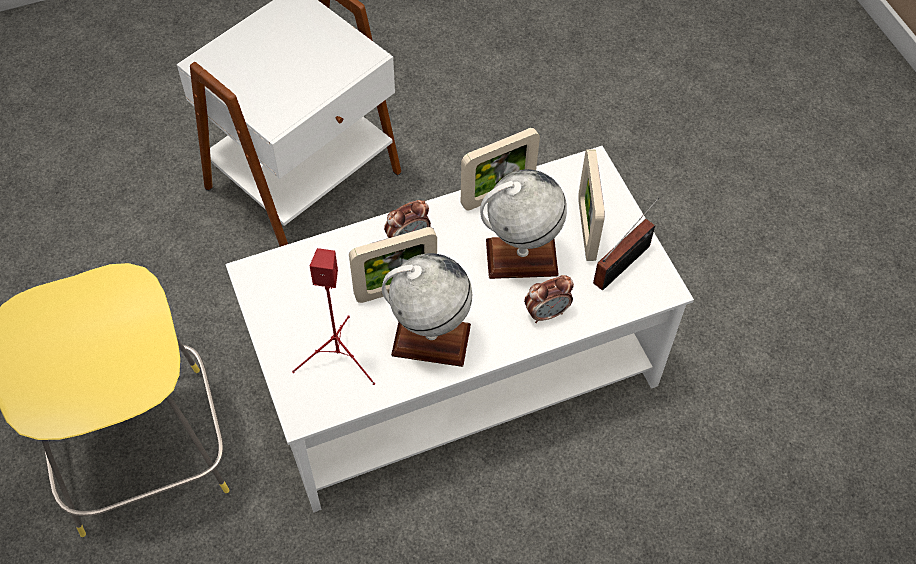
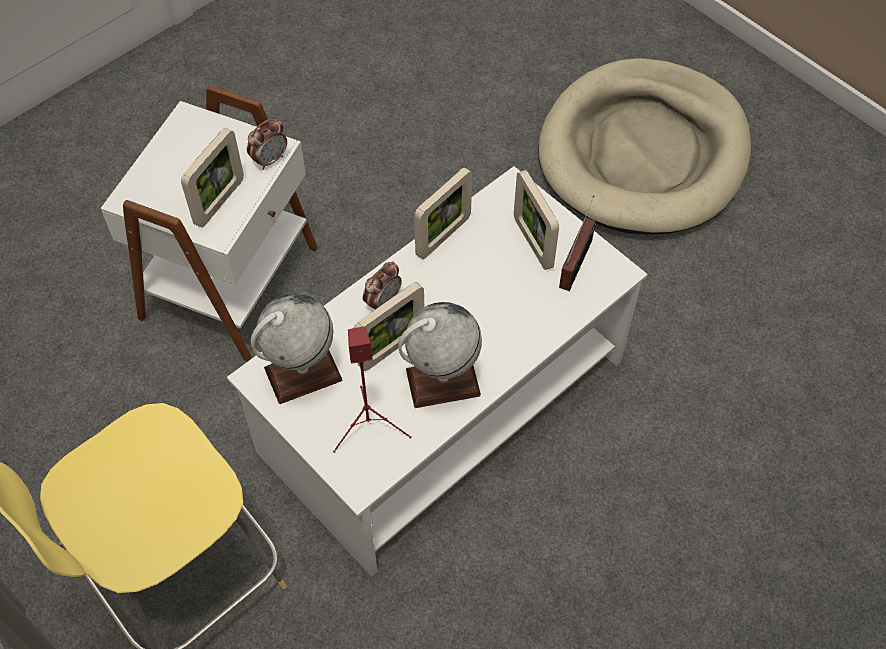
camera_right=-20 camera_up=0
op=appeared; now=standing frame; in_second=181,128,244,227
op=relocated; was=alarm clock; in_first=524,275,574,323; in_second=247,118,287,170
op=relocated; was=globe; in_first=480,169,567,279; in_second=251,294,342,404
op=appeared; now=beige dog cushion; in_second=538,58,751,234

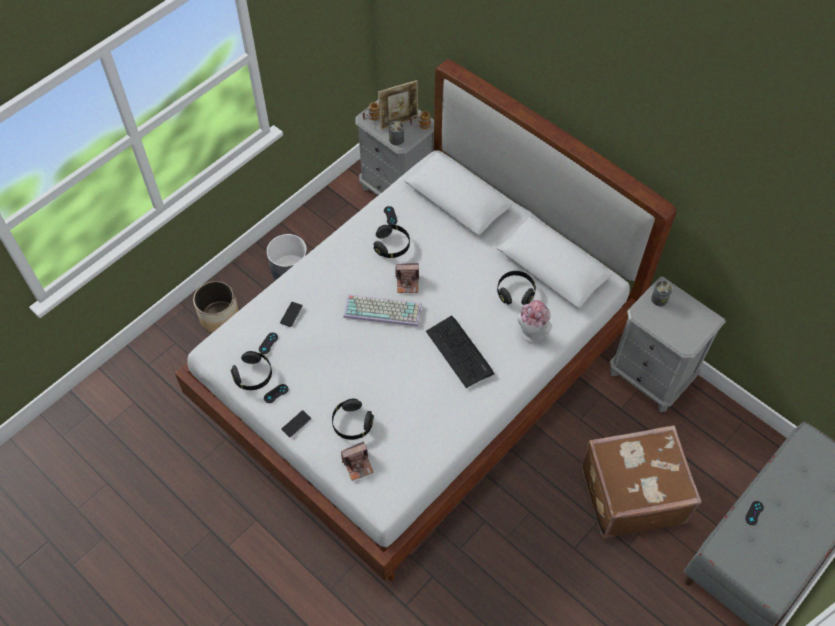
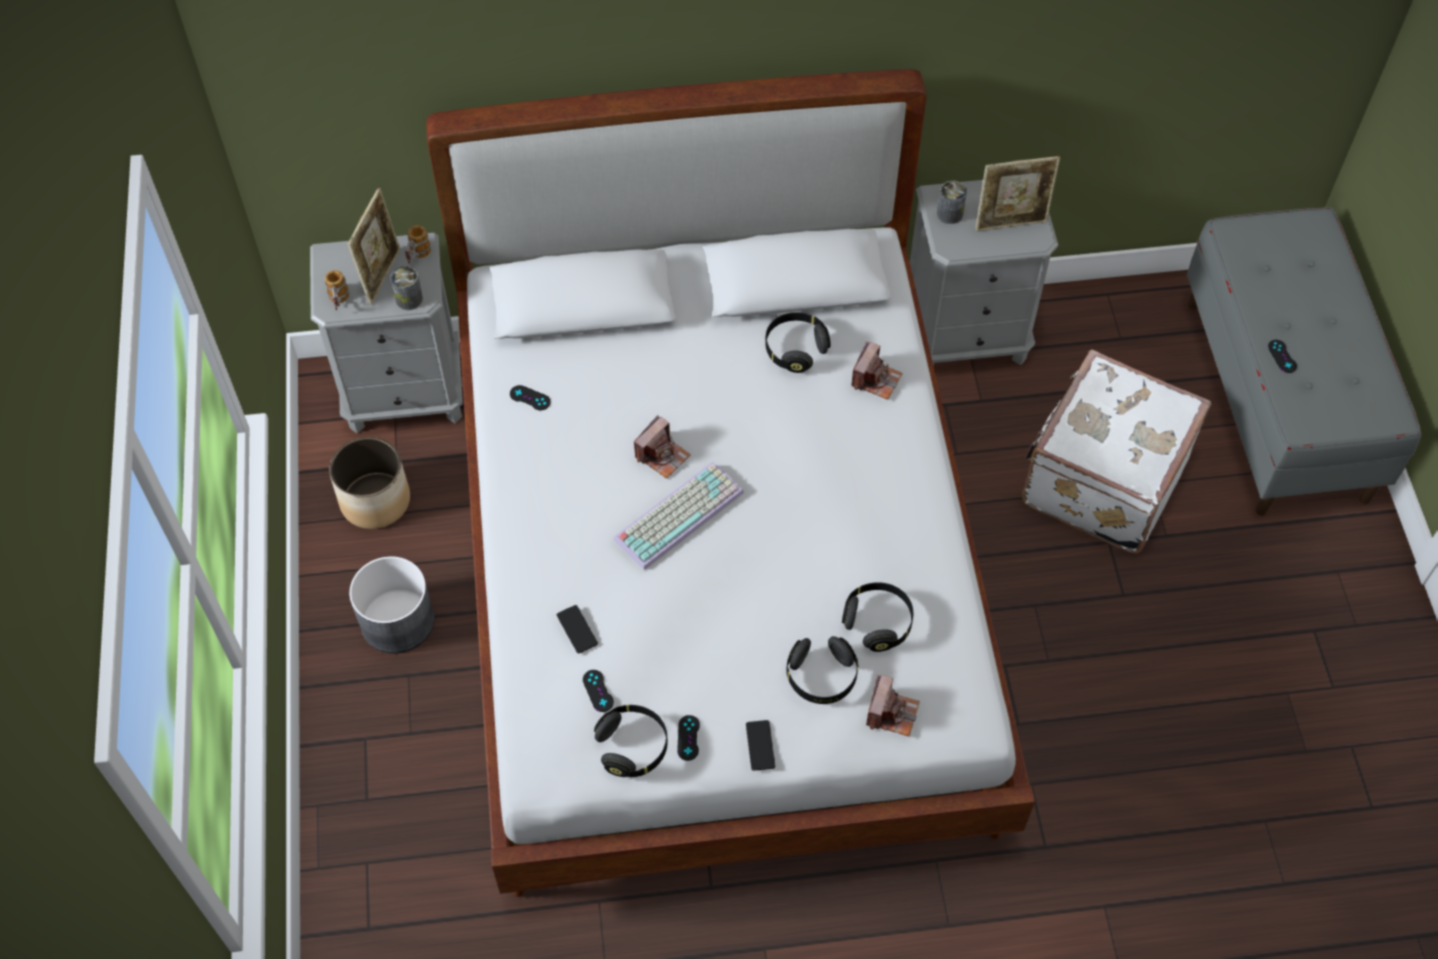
camera_right=-50 camera_up=0
op=relocated; was=plant pot; in_first=193,281,239,333; in_second=329,437,410,529
op=relocated; was=black pair of headphones; in_first=374,224,410,258; in_second=842,582,913,652
op=exchanged; was=clothing hat; now=photo camera; in_first=517,300,552,343; in_second=851,341,903,400
op=appeared; now=standing frame; in_second=975,156,1060,231
op=colour; was=brownish piece of luggage; now=white-coloured piece of luggage; in_first=582,425,701,539; in_second=1022,349,1211,553
op=missing; was=keyboard; in_first=426,315,494,388

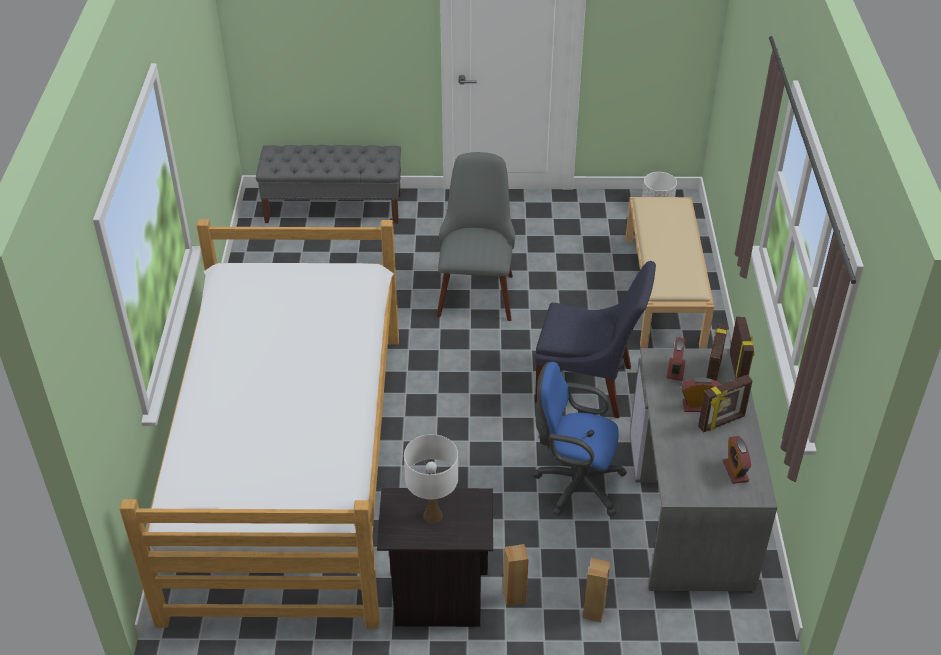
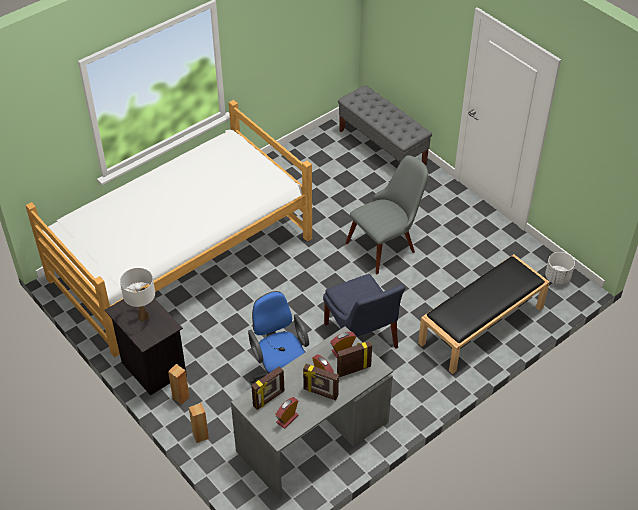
camera_right=50 camera_up=5
op=relocated; was=standing frame; in_first=729,317,755,379; in_second=251,366,284,410
op=colour; was=beige long seat; now=black long seat; in_first=625,197,714,349; in_second=418,254,550,374

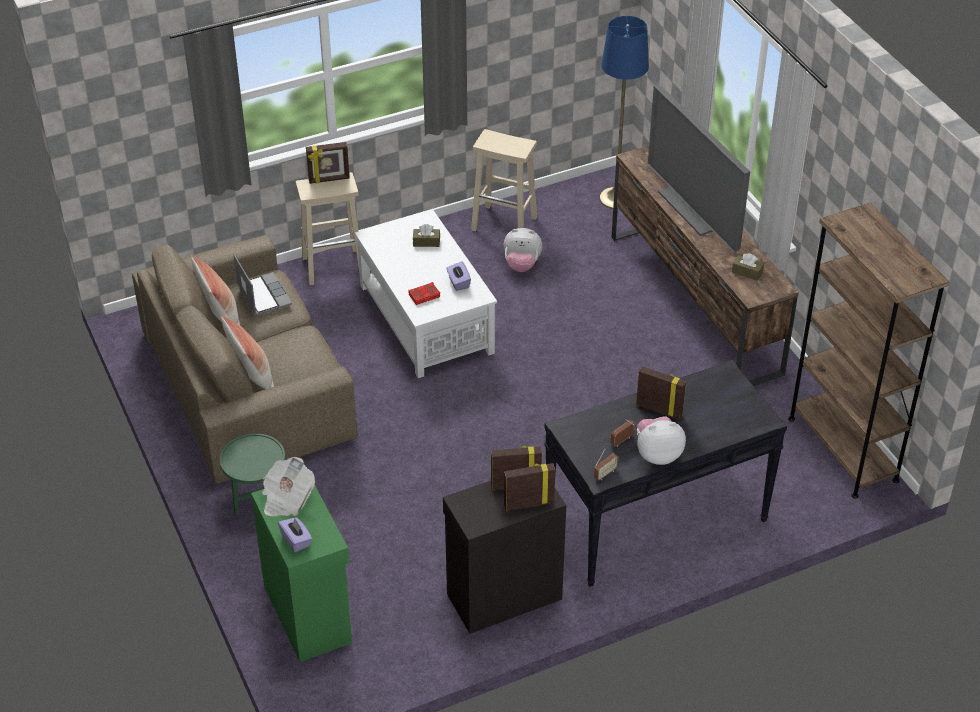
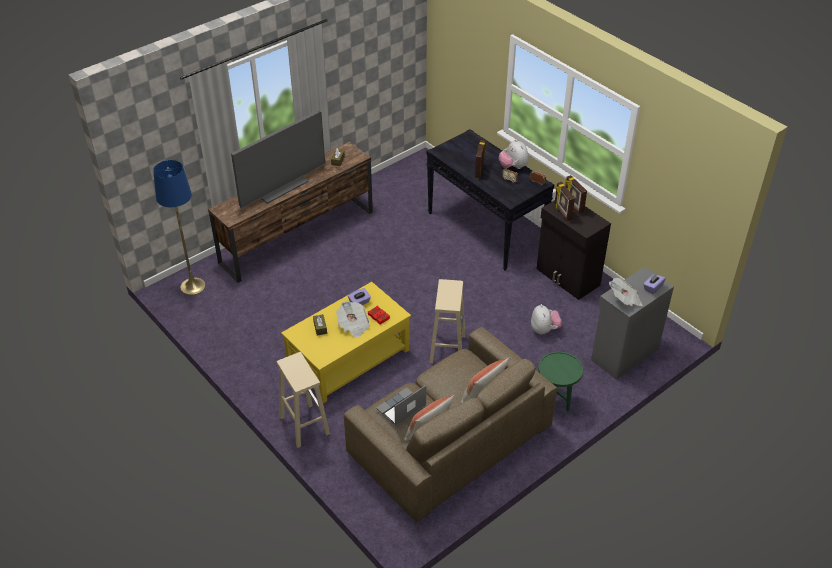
camera_right=-105 camera_up=0
op=colour; was=white-coloured low table; now=yellow-coloured low table; in_first=355,210,497,378; in_second=281,282,411,403
op=appeared; now=newspaper; in_second=336,301,370,338
op=relocated; was=beige stool; in_first=471,129,537,231; in_second=429,279,465,363
op=relocated; was=cuddly toy; in_first=504,228,542,272; in_second=531,304,562,335
op=colour; was=greenish cabinet; now=grey cabinet; in_first=251,485,352,662; in_second=591,267,674,380
op=missing; was=standing frame; in_first=306,142,350,184
op=missing; was=brownish bookcase; in_first=788,203,949,499

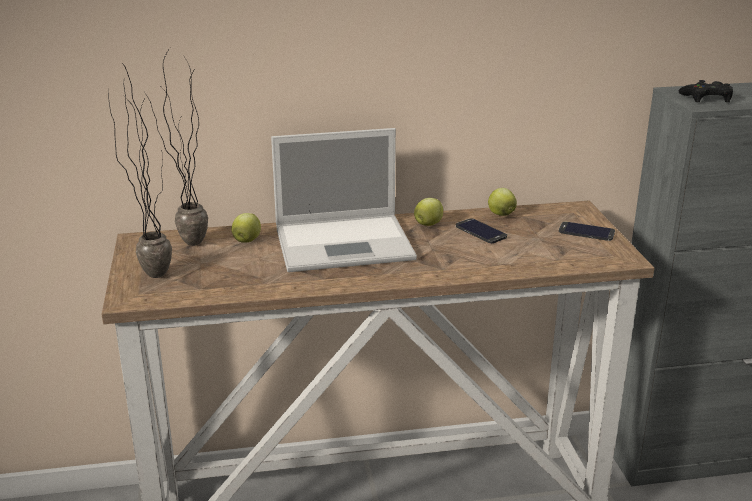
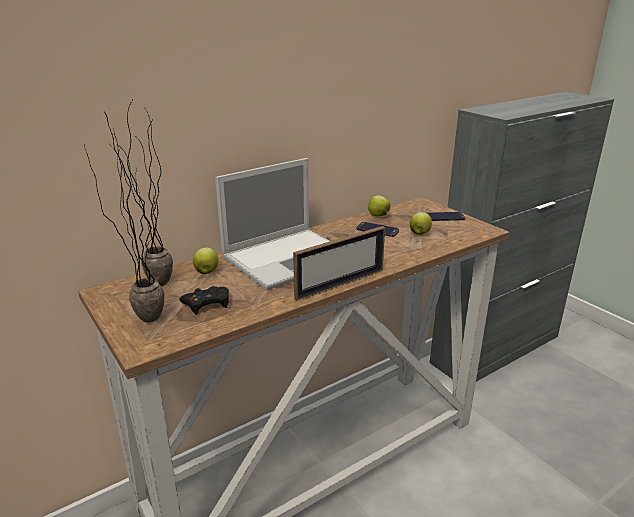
camera_right=-25 camera_up=0
op=relocated; was=black gamepad; in_first=678,80,733,102; in_second=179,286,229,315
op=appeared; now=standing frame; in_second=293,226,385,301
op=relocated; was=apple fruit; in_first=414,198,443,226; in_second=410,212,432,235

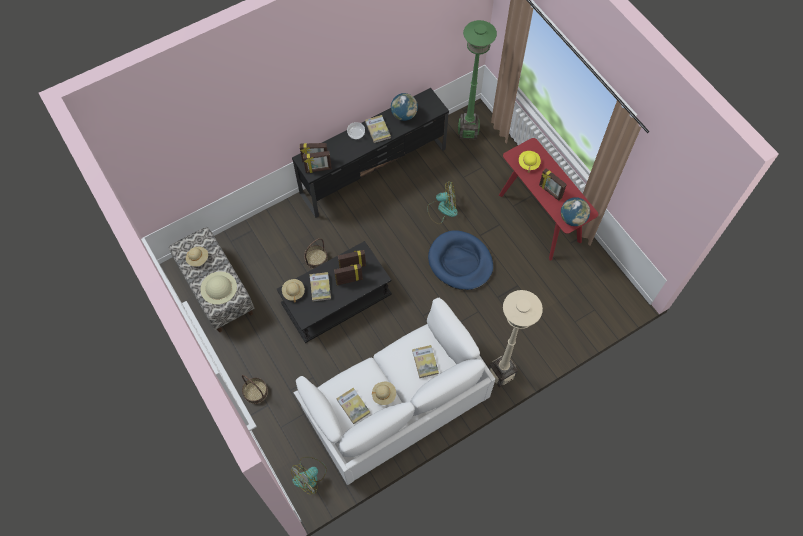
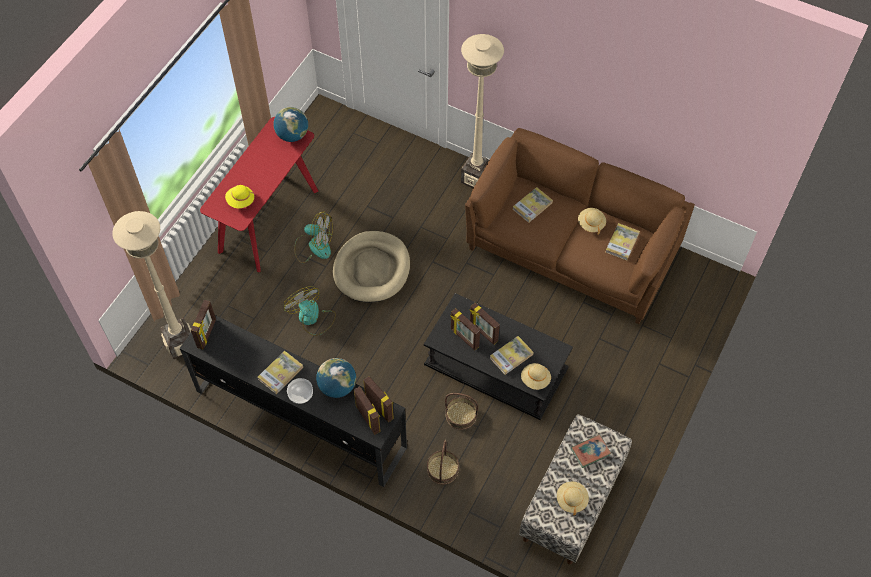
camera_right=-120 camera_up=-5
op=colour; was=greenish standing lamp; now=beige standing lamp; in_first=458,20,497,140; in_second=112,211,192,359
op=relocated; was=standing frame; in_first=539,168,567,201; in_second=191,300,216,349
op=relocated; was=fan; in_first=291,457,327,495; in_second=294,211,333,263
op=relocated; was=globe; in_first=391,93,418,121; in_second=316,358,356,398
op=colour; was=blue-coloured dog cushion; now=beige dog cushion; in_first=428,230,493,290; in_second=333,231,410,303
op=relocated; was=storage basket; in_first=242,375,268,404; in_second=427,440,459,484
op=colour; was=white-coloured couch; now=brownish couch; in_first=294,298,495,485; in_second=465,128,695,324
op=exchanged; was=beige clothing hat; now=bound book; in_first=200,271,237,305; in_second=571,434,611,468

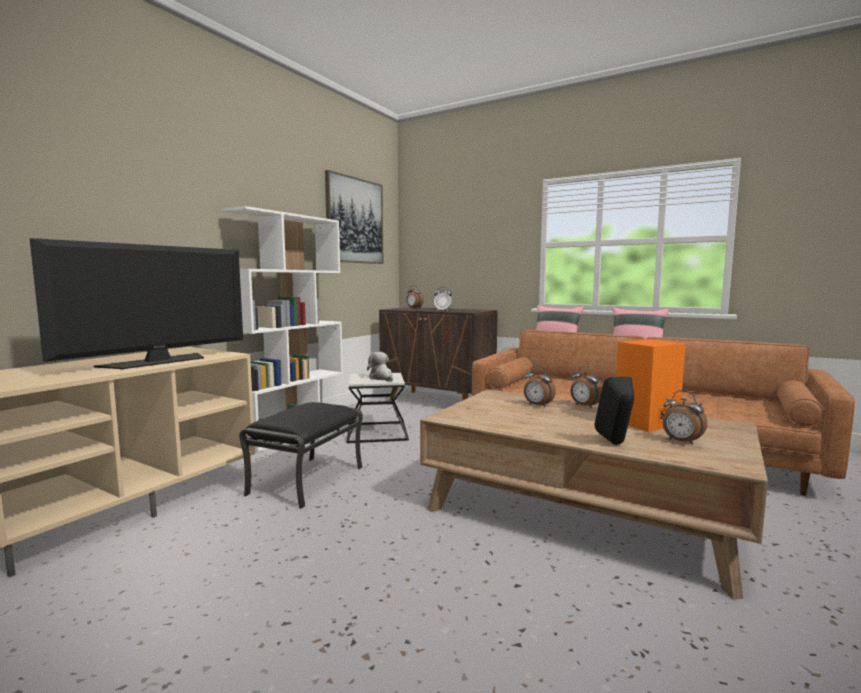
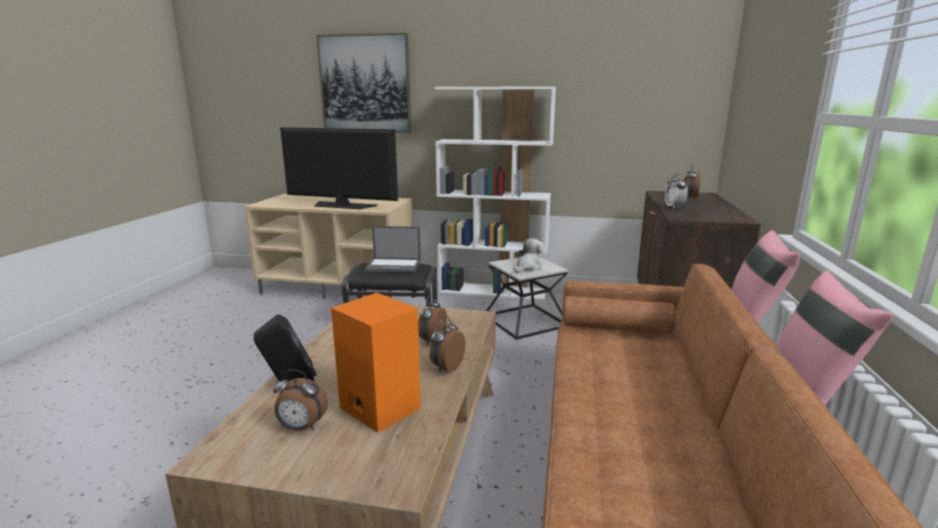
camera_right=70 camera_up=10
op=spun; was=alarm clock; in_first=663,390,707,445; in_second=273,370,328,431; clockwise=-105
op=relocated; was=wall art; in_first=325,170,384,264; in_second=316,33,411,133
op=appeared; now=portable computer; in_second=364,226,421,273

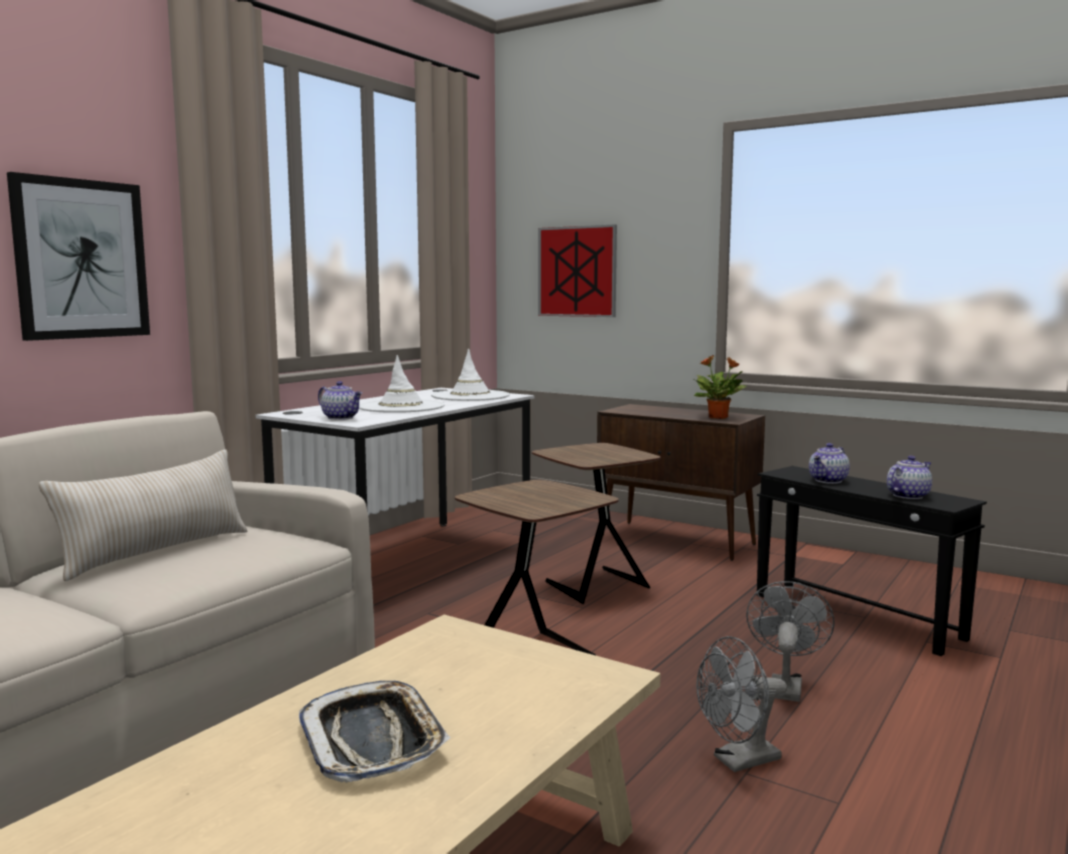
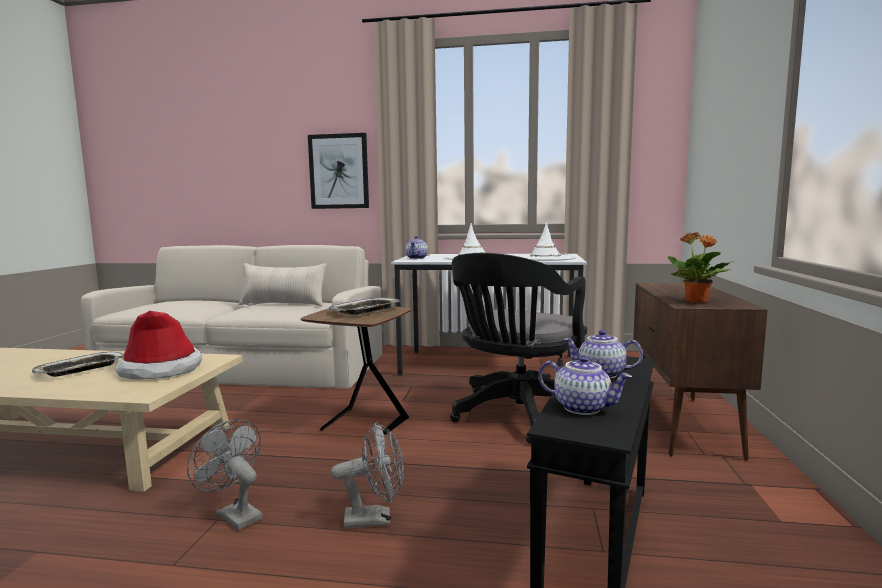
camera_right=65 camera_up=0
op=appeared; now=clothing hat; in_second=115,311,202,379
op=appeared; now=carrying tray; in_second=328,298,400,315
op=exchanged; was=brownish side table; now=black desk chair; in_first=532,443,661,604; in_second=450,253,587,444
op=missing; was=wall art; in_first=538,225,617,317

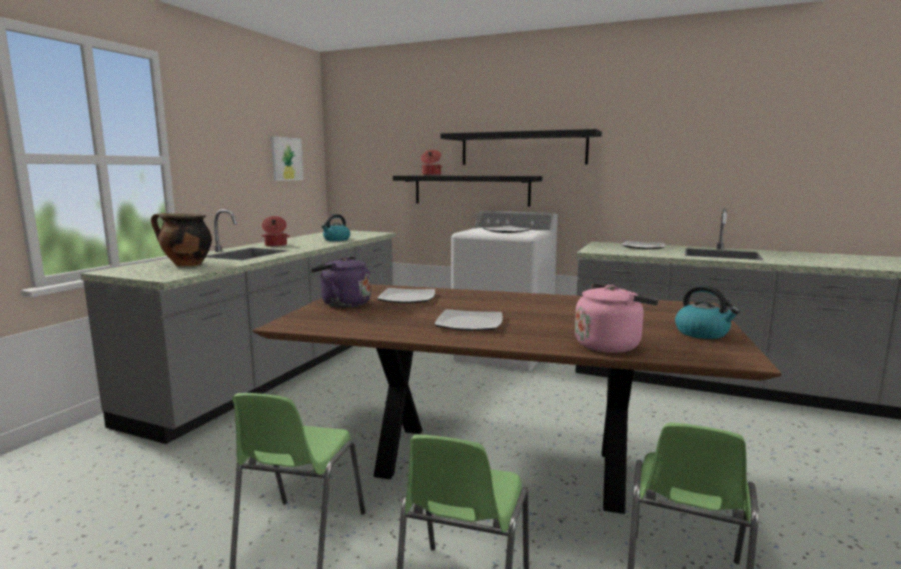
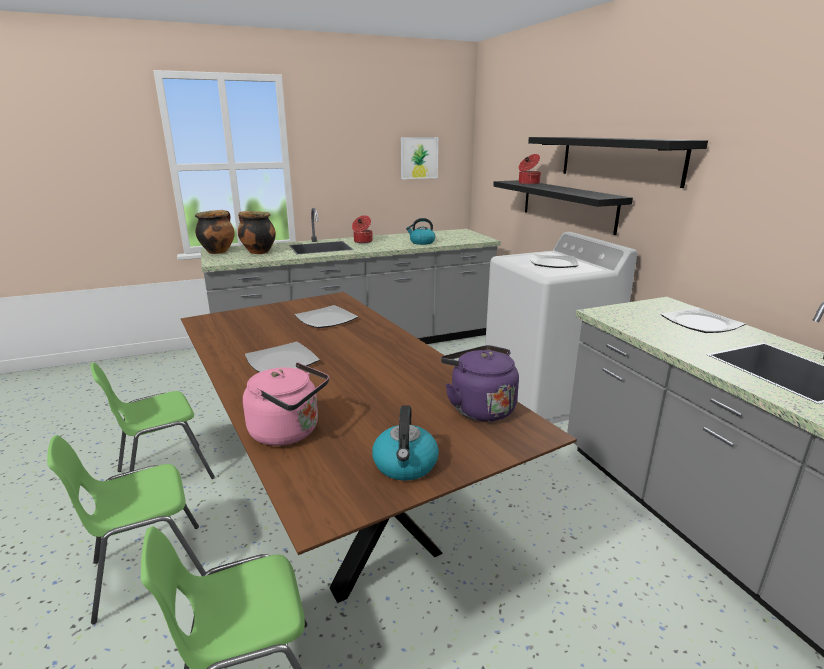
camera_right=45 camera_up=10
op=appeared; now=stockpot; in_second=195,210,234,254
op=relocated; was=purple-coloured water kettle; in_first=310,256,371,308; in_second=441,345,519,422

